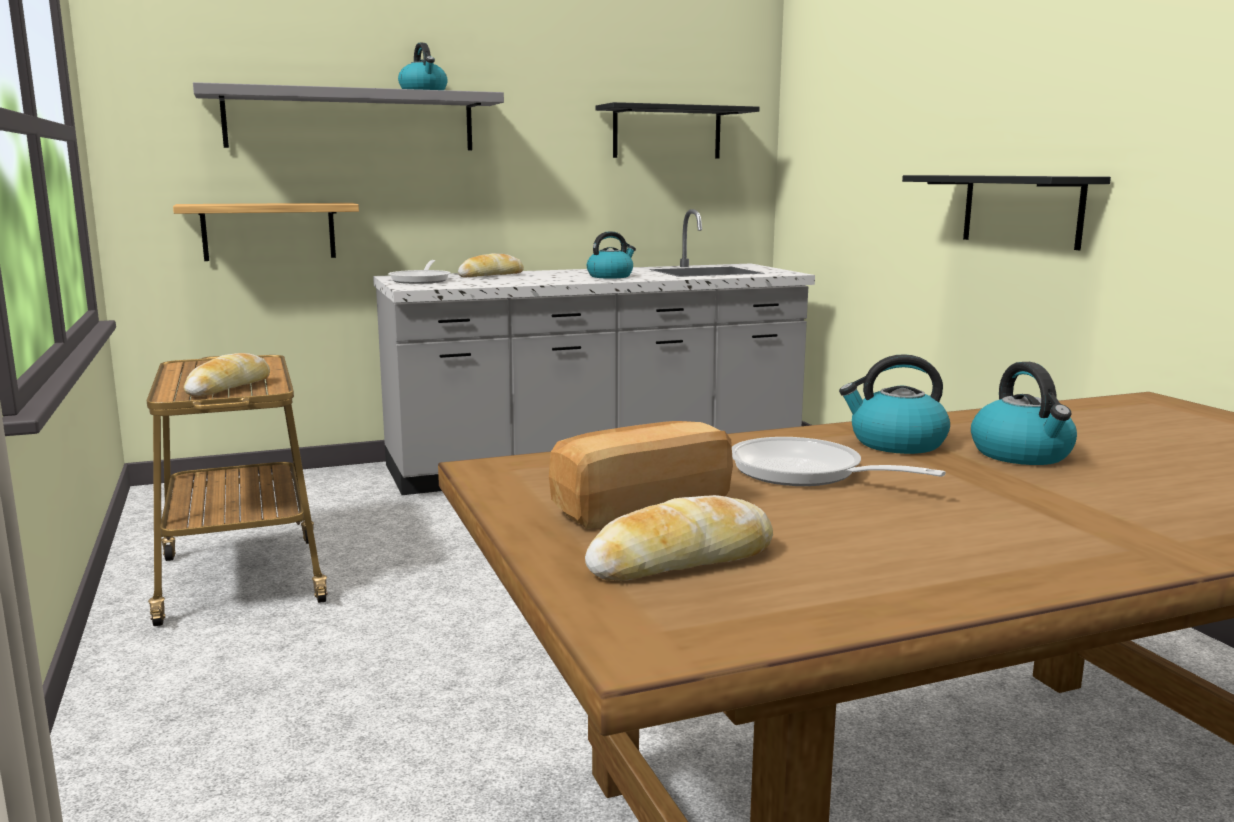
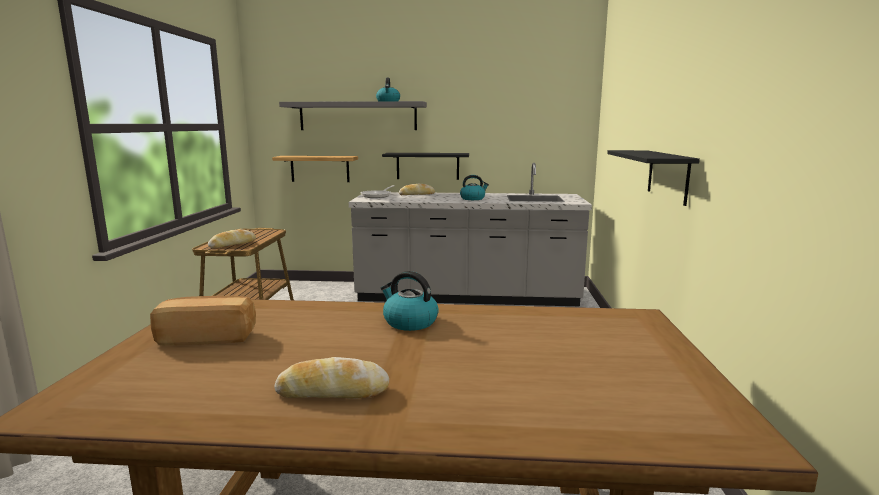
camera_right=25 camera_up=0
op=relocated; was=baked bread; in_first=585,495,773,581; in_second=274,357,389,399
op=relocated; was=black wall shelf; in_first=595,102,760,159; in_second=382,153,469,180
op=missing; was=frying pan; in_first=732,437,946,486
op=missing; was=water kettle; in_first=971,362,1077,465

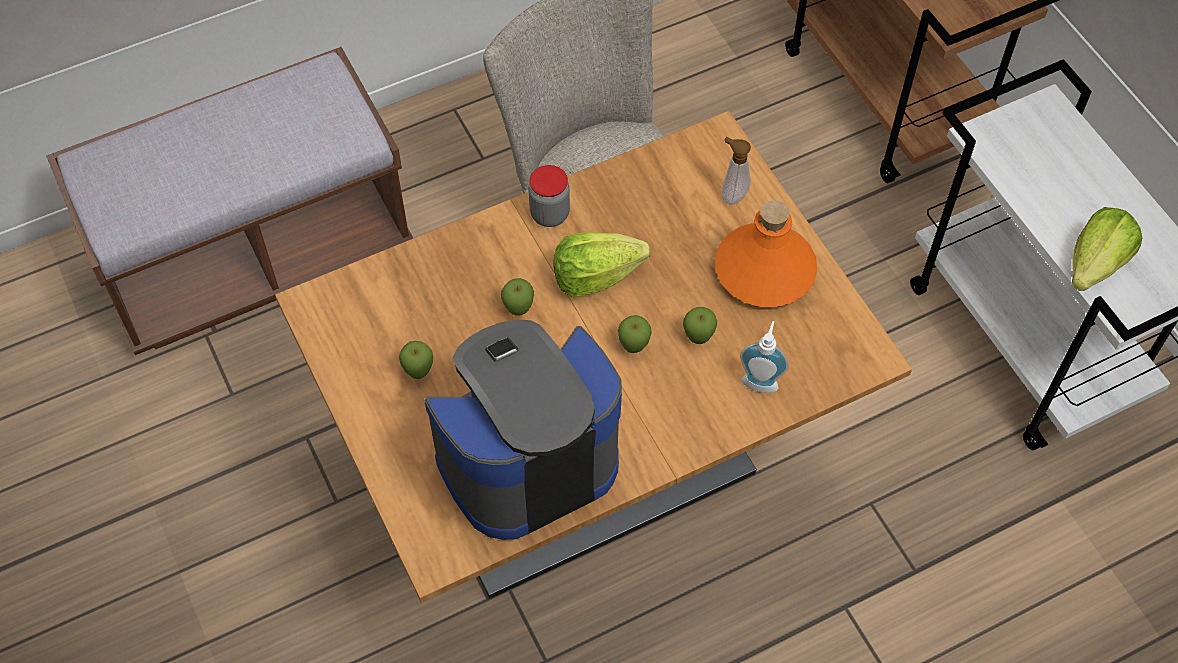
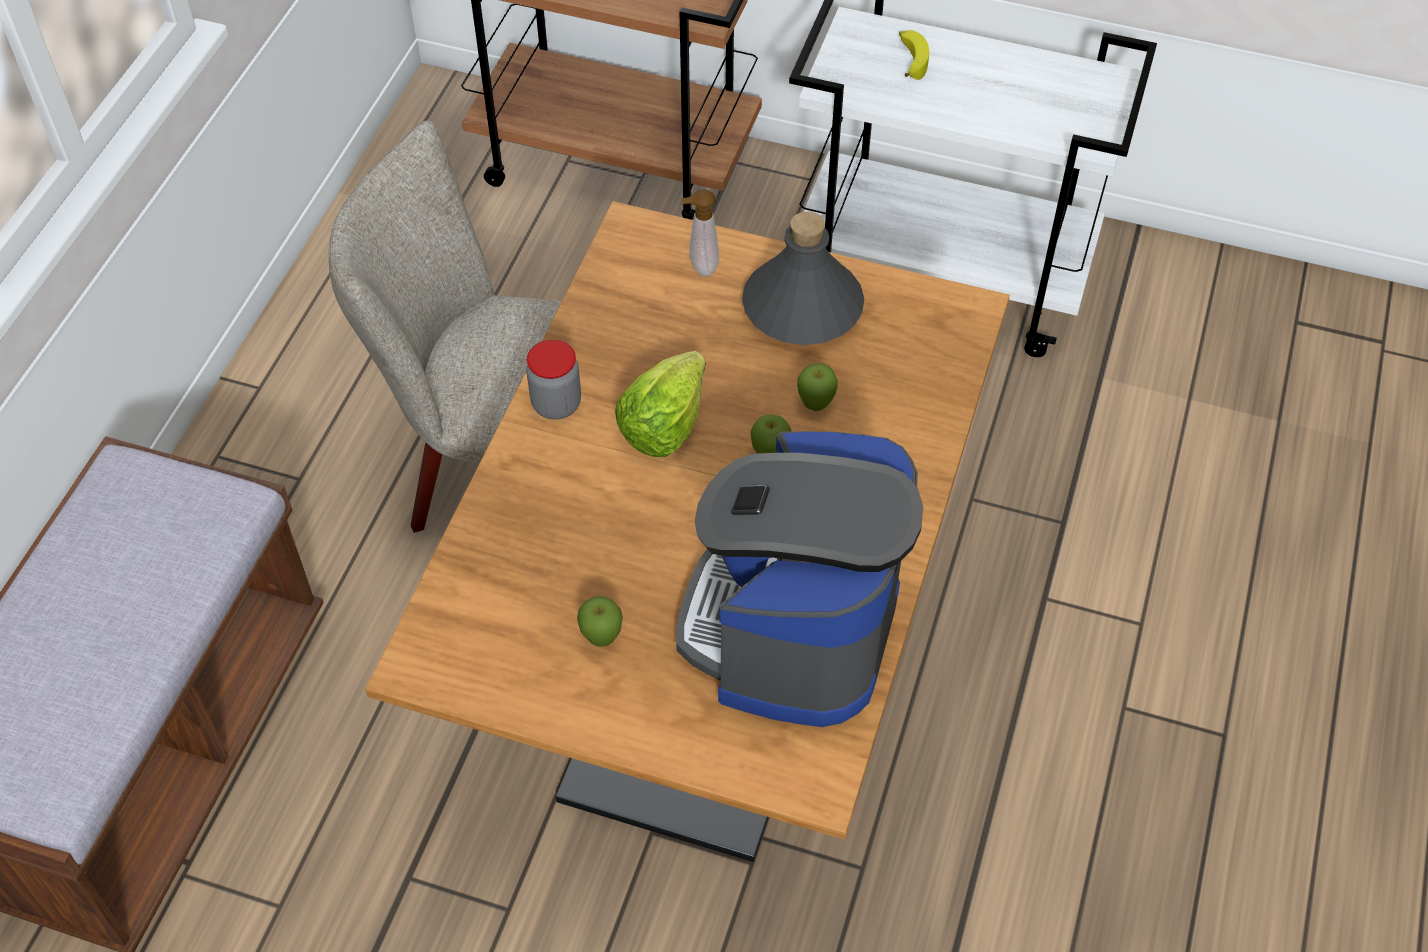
camera_right=-45 camera_up=-5
op=colour; was=orangey drink bottle; now=grey drink bottle; in_first=715,201,817,307; in_second=742,211,864,345
op=appeared; now=banana; in_second=899,30,929,80
op=missing; was=apple fruit; in_first=501,278,534,316
op=missing; was=soap bottle; in_first=740,321,789,393
op=missing; was=lettuce head; in_first=1072,207,1142,291

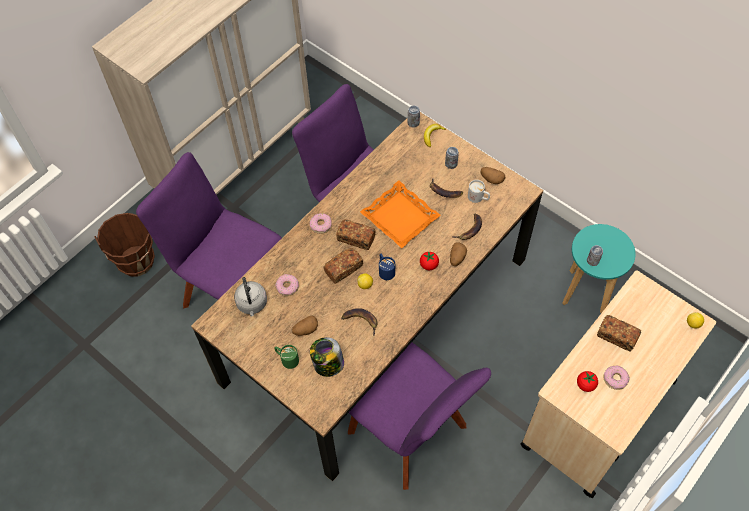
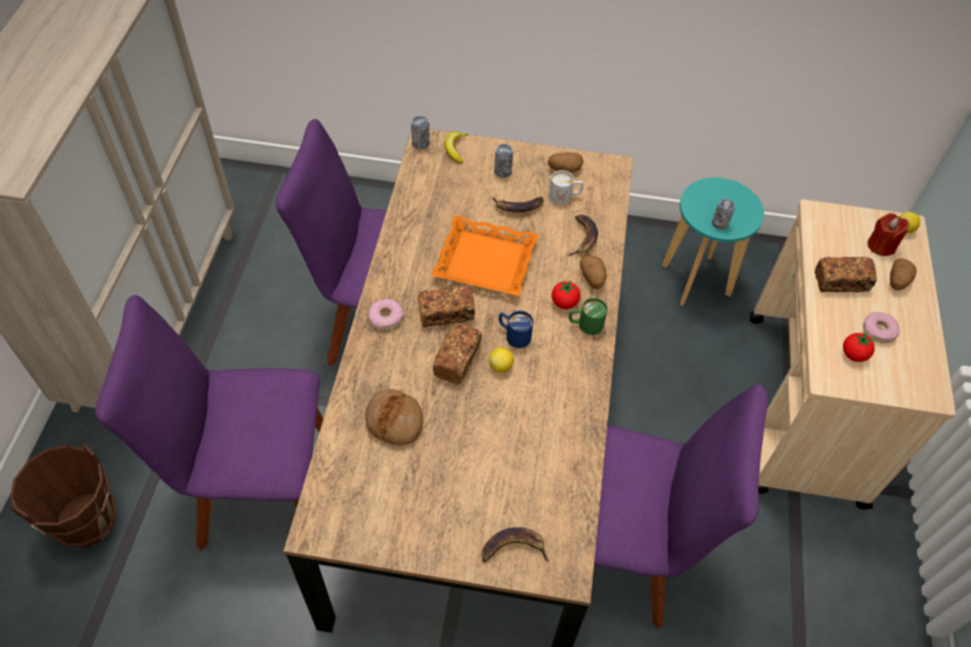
camera_right=-35 camera_up=-5
op=exchanged; was=donut; now=baked bread; in_first=275,274,299,296; in_second=365,389,423,445
op=relocated; was=banana; in_first=341,308,378,336; in_second=482,527,549,562
op=relocated; was=greenish mug; in_first=275,345,299,369; in_second=569,298,608,335
op=appeared; now=red wax light; in_second=867,213,909,256
op=relocated; was=whole potato; in_first=292,316,318,336; in_second=890,258,917,290
op=missing; was=grey water kettle; in_first=234,277,267,317
op=missing; was=storage jar; in_first=310,337,344,377

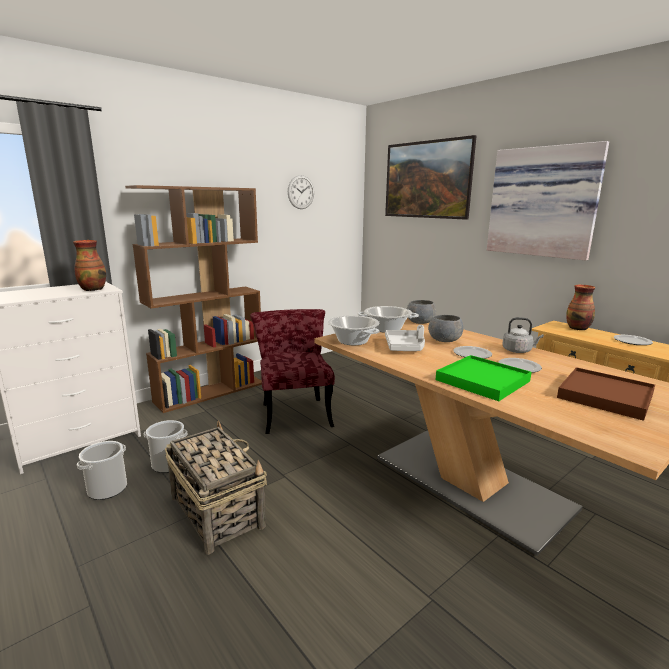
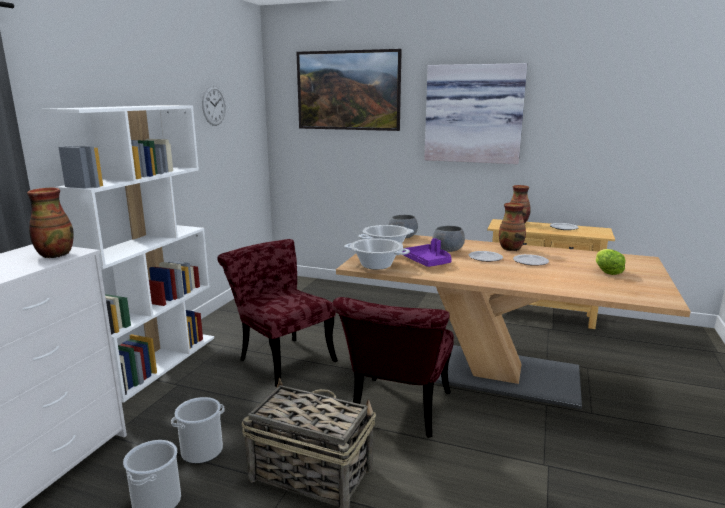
camera_right=-30 camera_up=0
op=colour; was=brownish bookcase; now=white-coloured bookcase; in_first=125,185,262,413; in_second=41,105,214,403
op=appeared; now=red plain chair; in_second=332,297,454,438
op=colour; was=grey carrying tray; now=purple-coloured carrying tray; in_first=385,325,425,351; in_second=403,238,452,267
op=exchanged; was=grey water kettle; now=flower vase; in_first=502,317,544,353; in_second=499,202,526,251
op=exchanged; was=brownish carrying tray; now=lettuce head; in_first=557,367,655,421; in_second=596,249,626,275
op=missing; was=greenish carrying tray; in_first=436,355,531,401

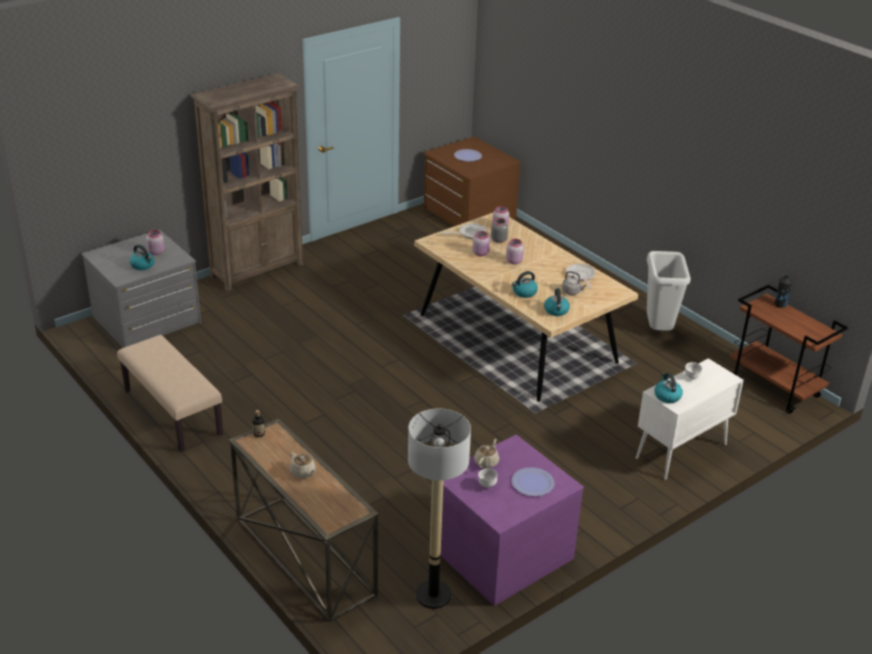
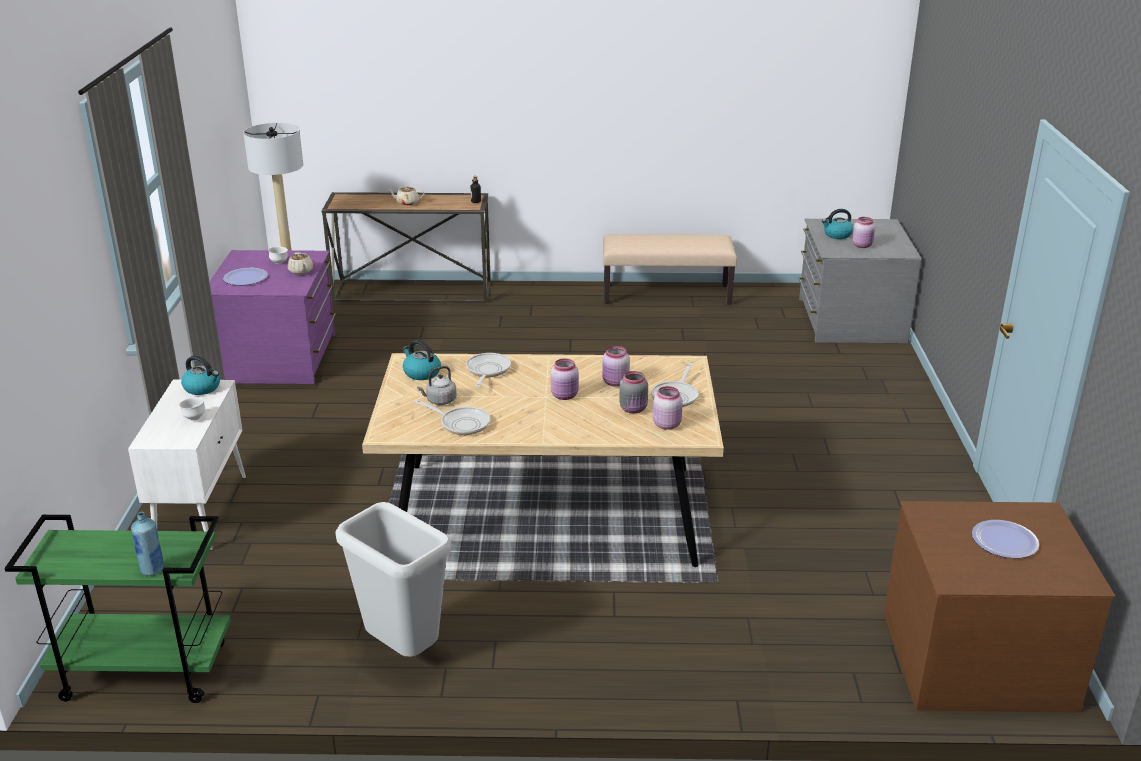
camera_right=130 camera_up=-5
op=colour; was=brownish wheeled cart; now=greenish wheeled cart; in_first=730,285,848,414; in_second=4,515,231,703
op=colour; was=black drink bottle; now=blue-coloured drink bottle; in_first=775,274,792,308; in_second=131,512,164,576
op=exchanged; was=water kettle; now=frying pan; in_first=512,271,538,298; in_second=466,353,511,388
op=missing; was=brownish bookcase; in_first=191,73,304,292

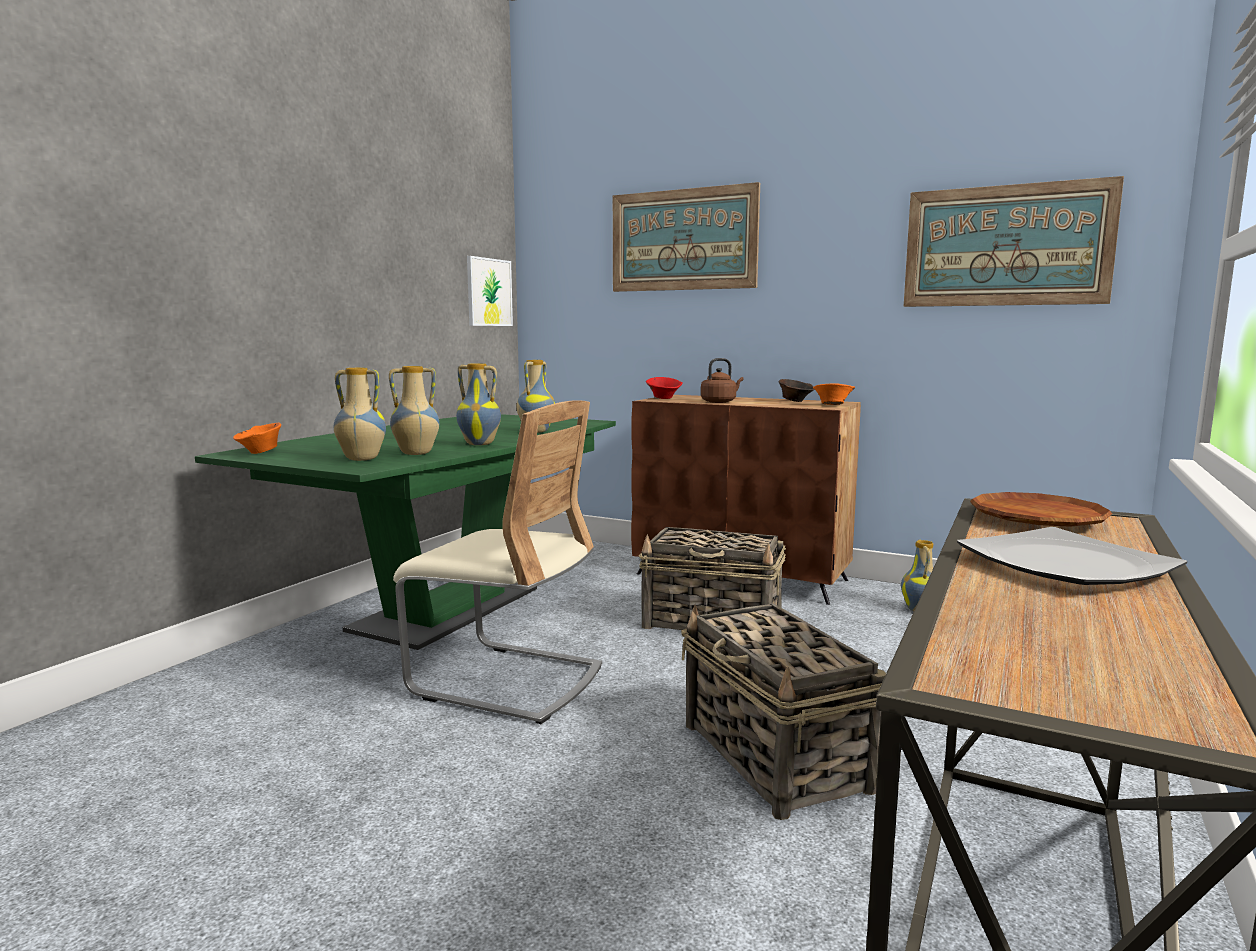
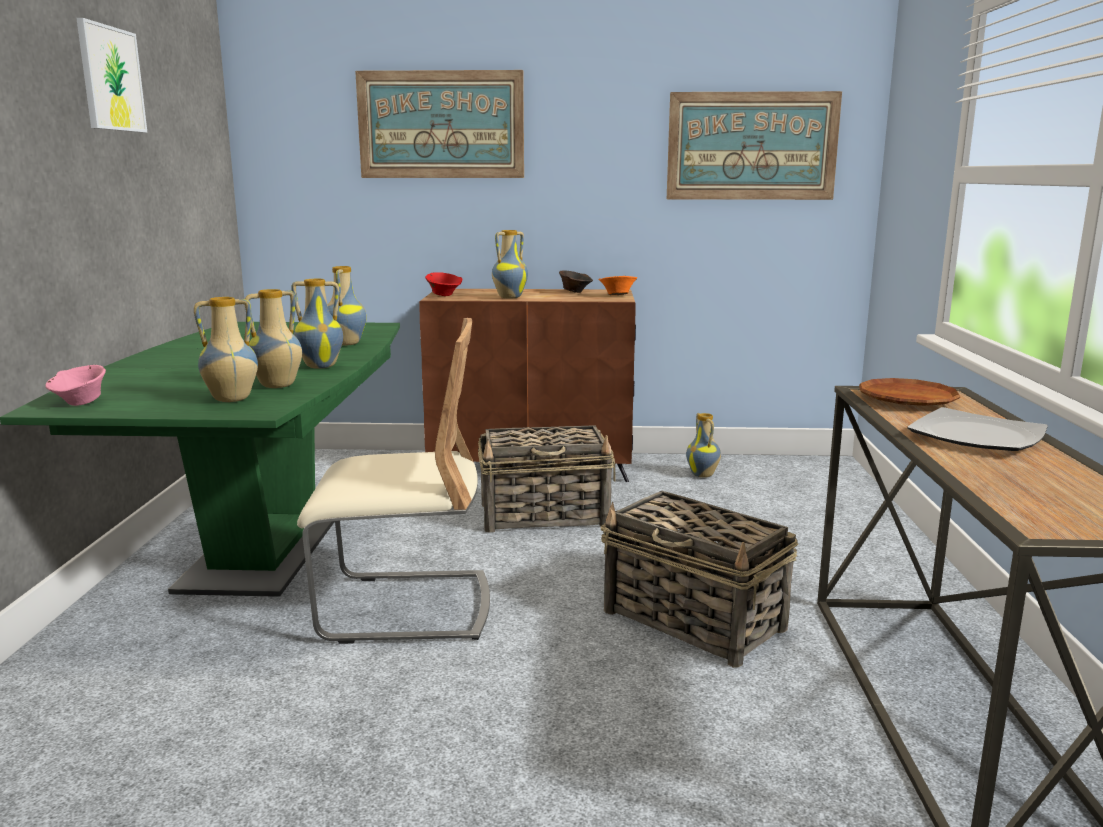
camera_right=-25 camera_up=5
op=colour; was=orangey serving bowl; now=pink-coloured serving bowl; in_first=233,423,281,454; in_second=45,365,106,406
op=relocated; was=wall art; in_first=467,256,513,326; in_second=76,18,148,133
op=exchanged; was=brownish water kettle; now=flower vase; in_first=701,358,744,403; in_second=492,230,528,298

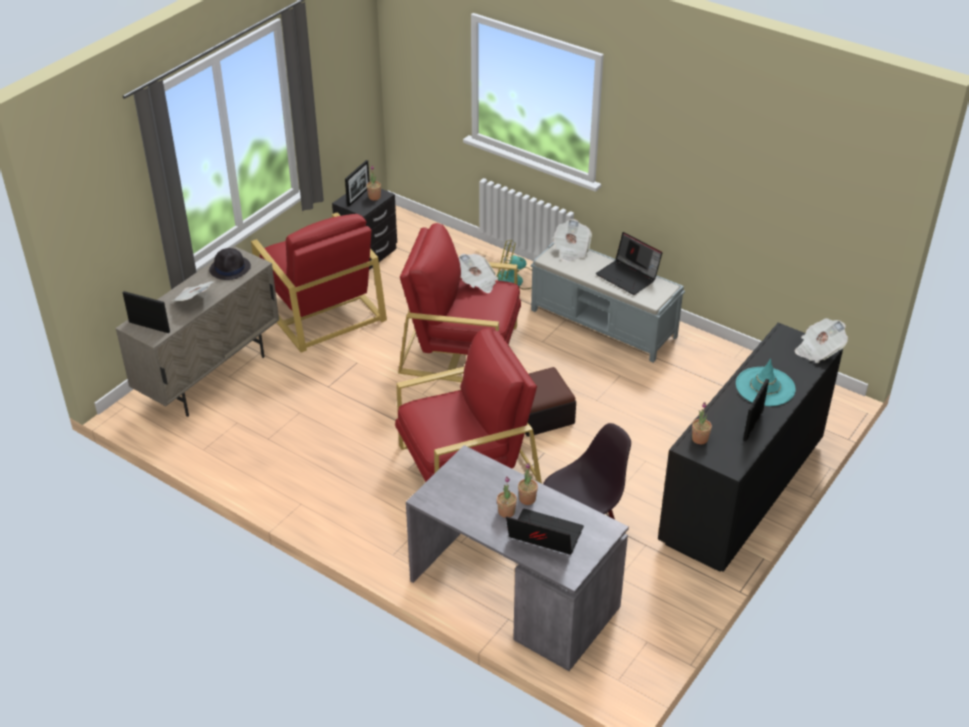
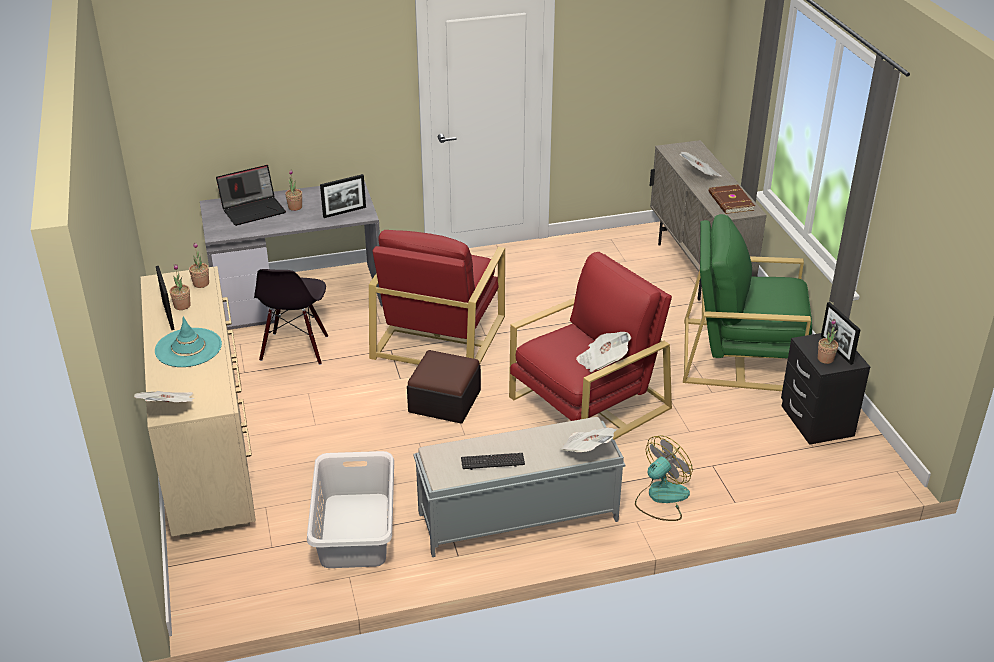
camera_right=130 camera_up=-5
op=colour; was=black chest of drawers; now=beige chest of drawers; in_first=658,323,843,572; in_second=141,266,256,538
op=relocated; was=houseplant; in_first=518,463,538,505; in_second=170,264,191,310
op=appeared; now=grey hamper; in_second=307,451,394,568
op=relocated; was=standing frame; in_first=123,291,170,333; in_second=320,174,366,218
op=exchanged; was=portable computer; now=keyboard; in_first=596,232,662,295; in_second=461,453,525,470
op=colour; was=red lounge chair; now=greenish lounge chair; in_first=251,212,387,352; in_second=683,214,812,391
op=exchanged; was=black clothing hat; now=brownish bound book; in_first=209,248,251,280; in_second=709,184,755,214

